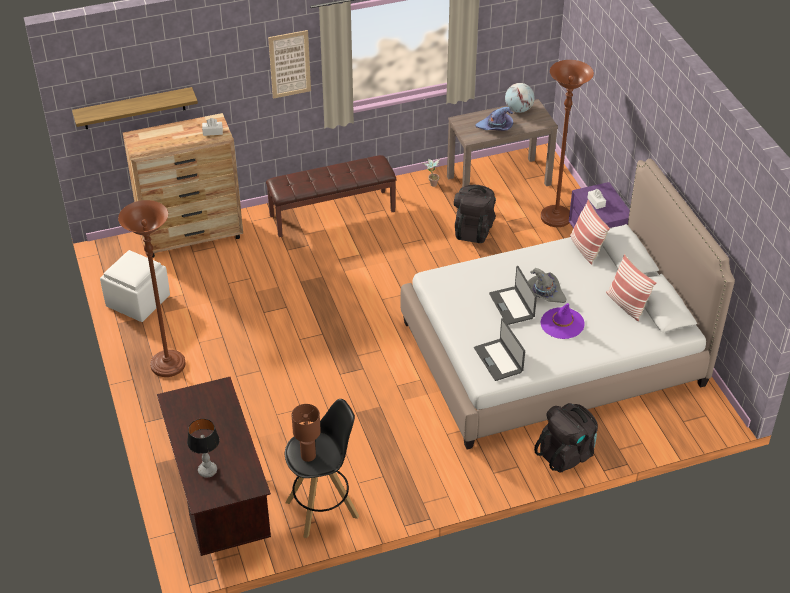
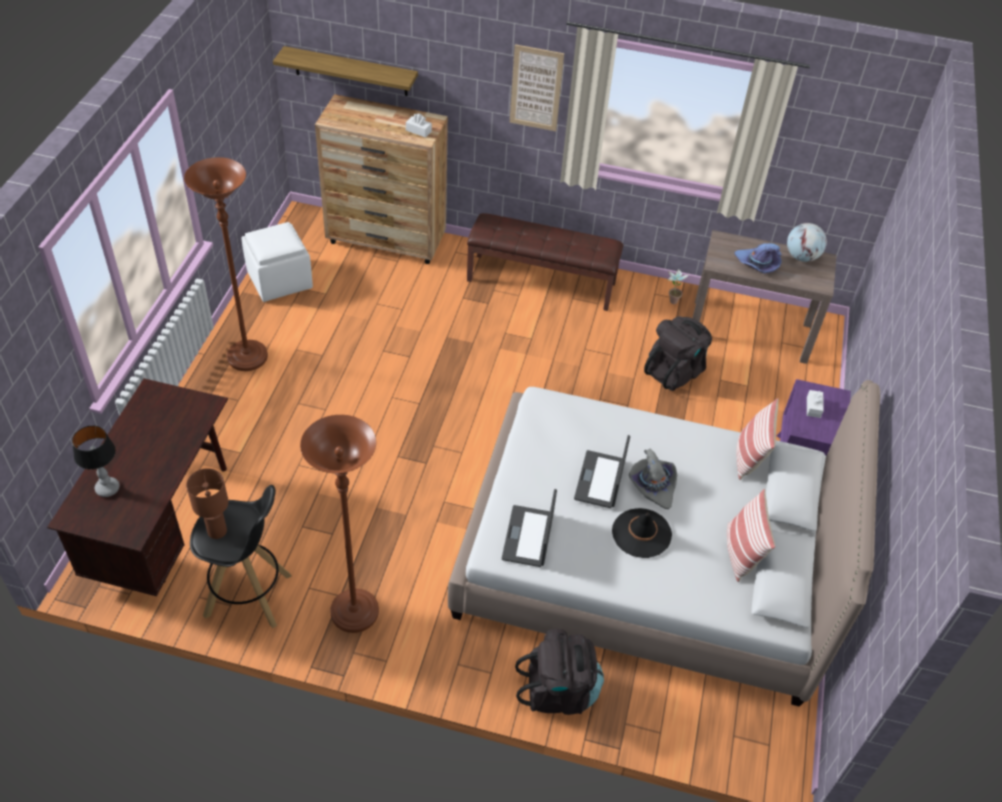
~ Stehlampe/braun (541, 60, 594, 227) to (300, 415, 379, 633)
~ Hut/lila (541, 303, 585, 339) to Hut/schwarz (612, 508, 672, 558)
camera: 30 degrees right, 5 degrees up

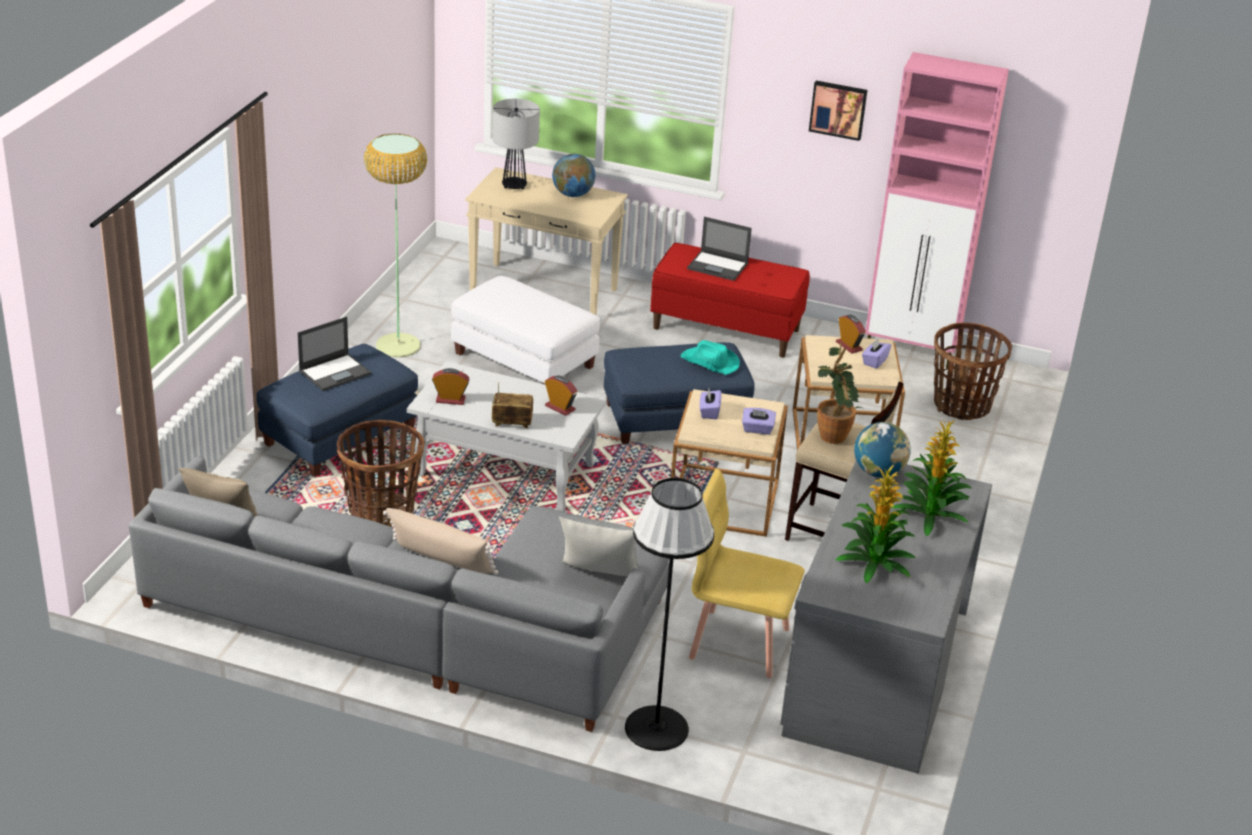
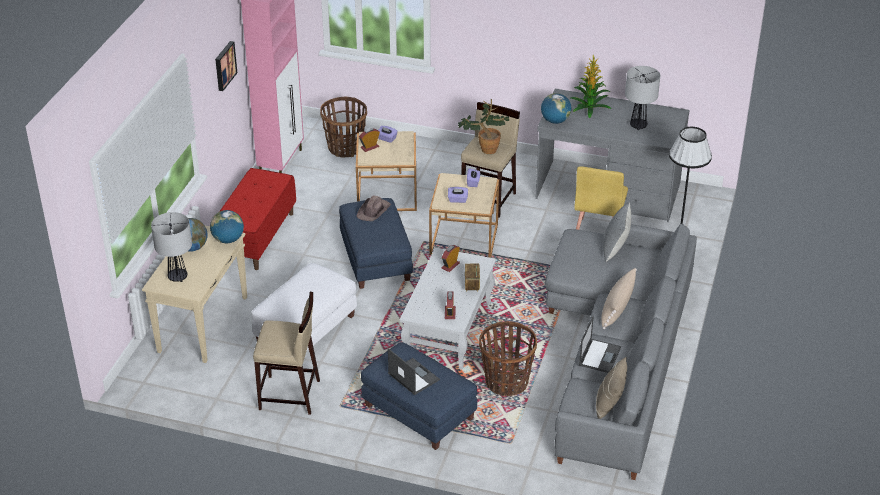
~ Stehlampe (364, 134, 427, 358) to Hocker/beige (253, 292, 320, 415)
~ Laptop (687, 217, 752, 281) to (579, 315, 621, 373)
~ Hut/türkis (681, 340, 740, 375) to Hut/braun (357, 196, 391, 221)
~ Topfpflanze (835, 464, 916, 583) to Tischlampe (625, 66, 660, 130)
+ Globus (210, 210, 244, 243)
camera: 90 degrees left, 5 degrees up

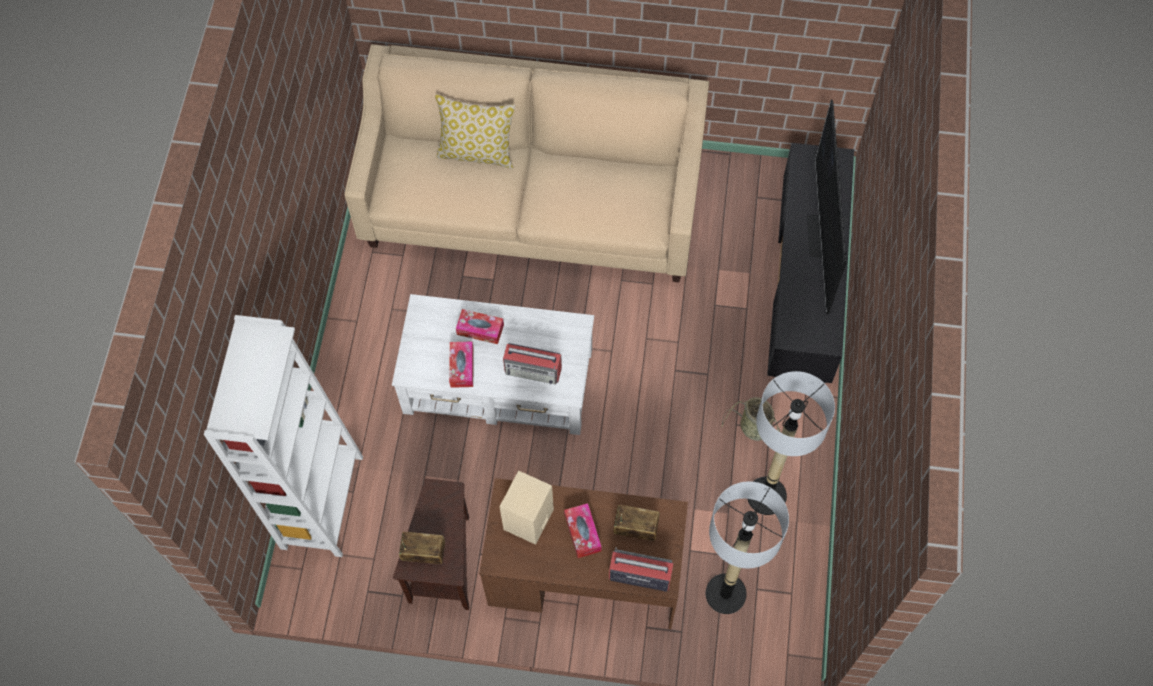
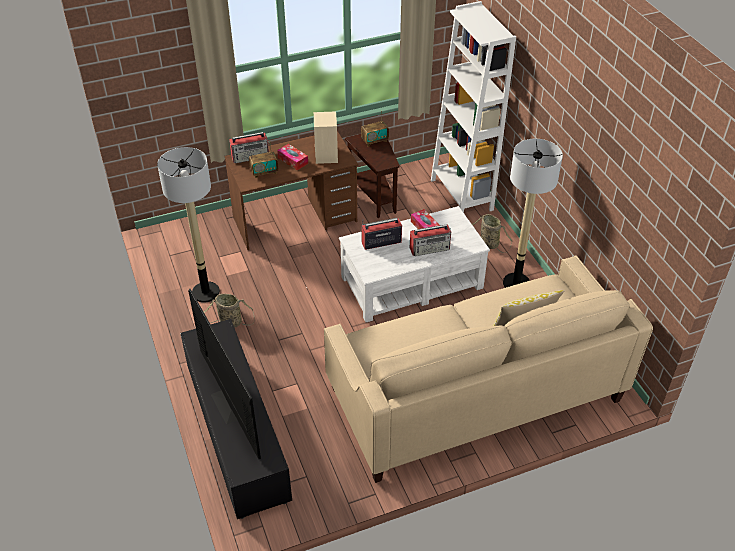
~ Taschentuchbox (456, 309, 504, 344) to Radio (410, 224, 451, 256)
~ Stehlampe (706, 481, 789, 614) to (503, 139, 563, 288)
+ Korb (472, 214, 513, 253)
camera: 150 degrees right, 20 degrees down

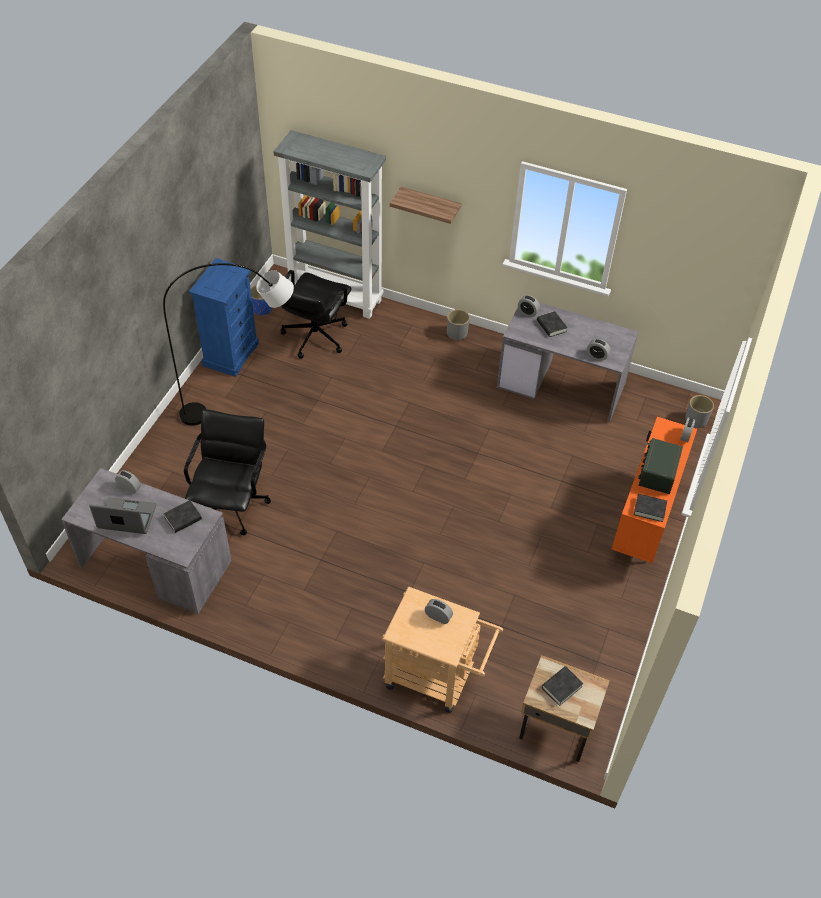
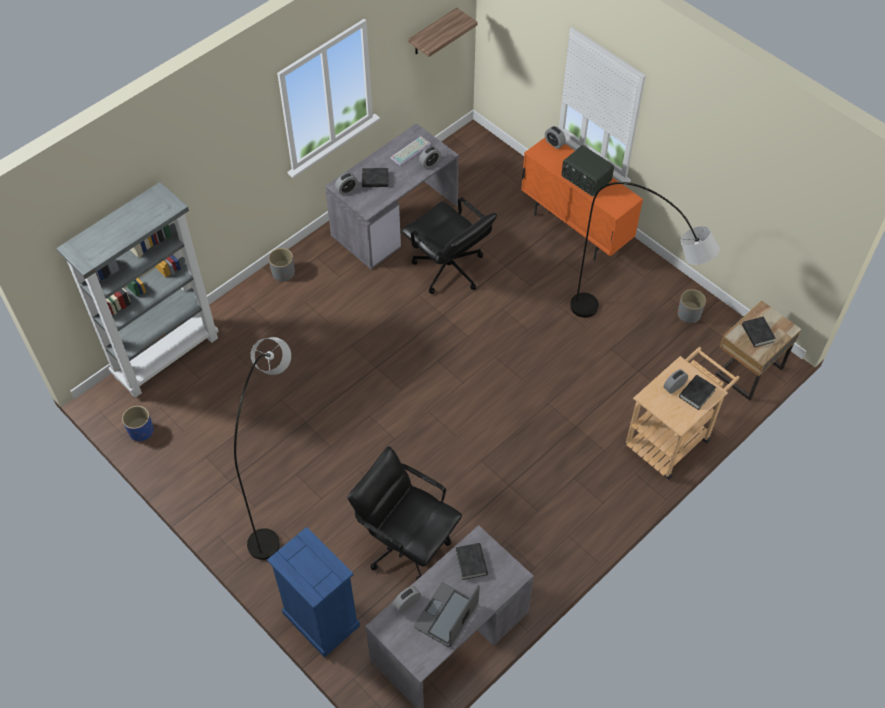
~ Wandregal (390, 187, 461, 224) to (408, 8, 478, 57)
~ Kommode/blau (189, 258, 259, 377) to (267, 527, 360, 658)
~ Bürostuhl/schwarz (281, 270, 352, 359) to (402, 197, 497, 294)
~ Pflanzkübel/grau (685, 395, 714, 428) to (678, 289, 706, 323)
~ Buch/schwarz (634, 494, 667, 522) to (679, 375, 716, 410)
+ Tastatur (391, 136, 431, 166)
+ Stehlampe/grau (570, 182, 720, 318)
camera: 65 degrees left, 5 degrees up

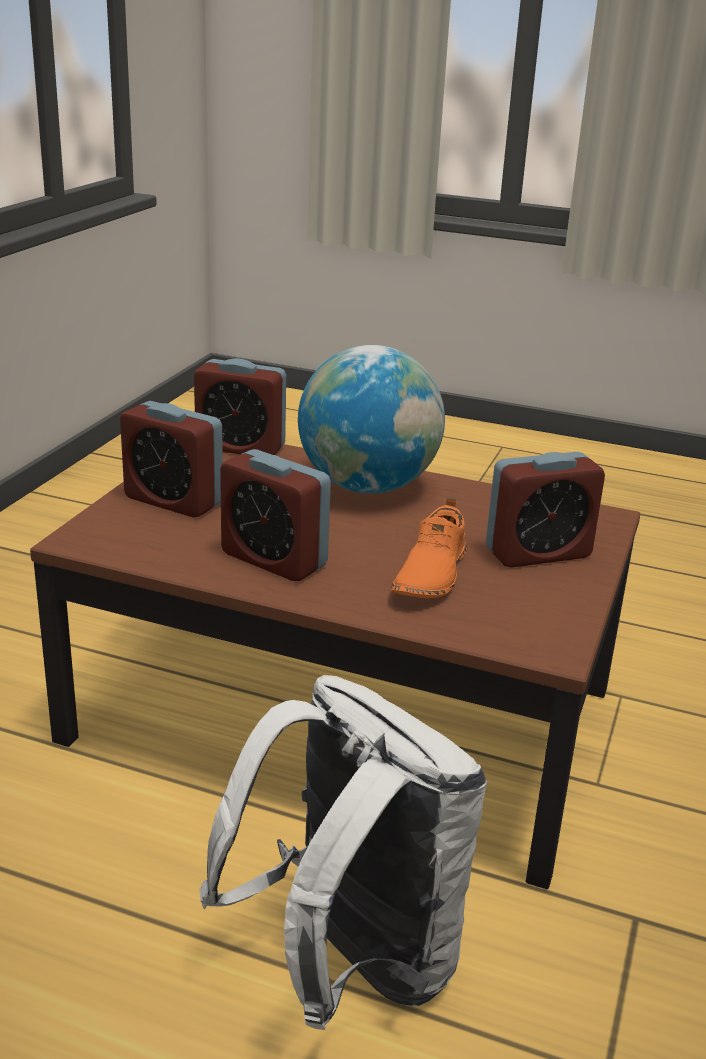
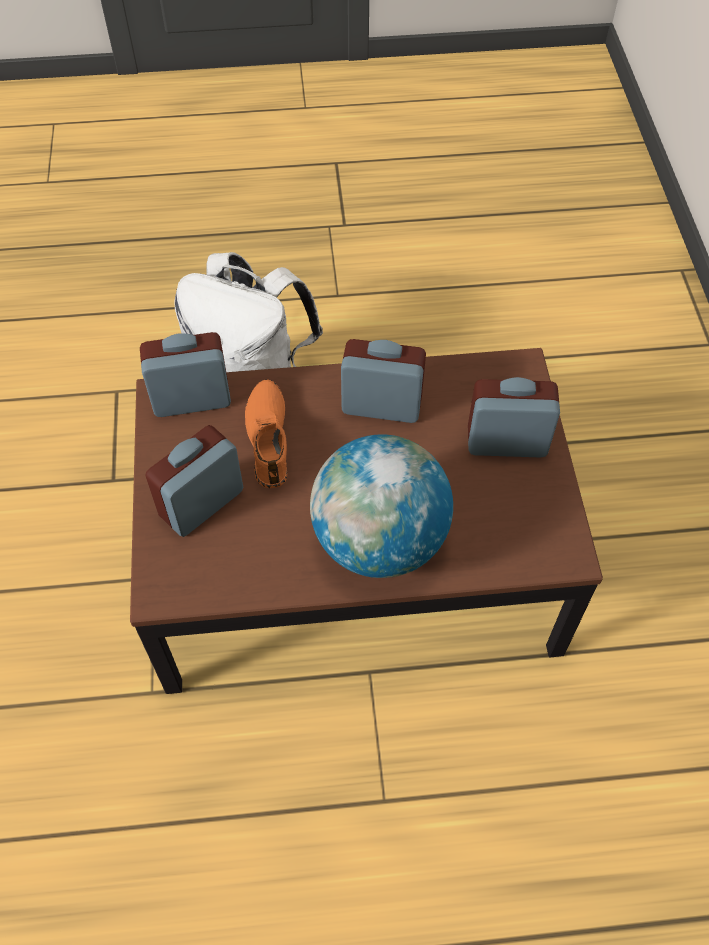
~ Wecker (194, 359, 286, 455) to (140, 332, 231, 417)
camera: 155 degrees right, 30 degrees up

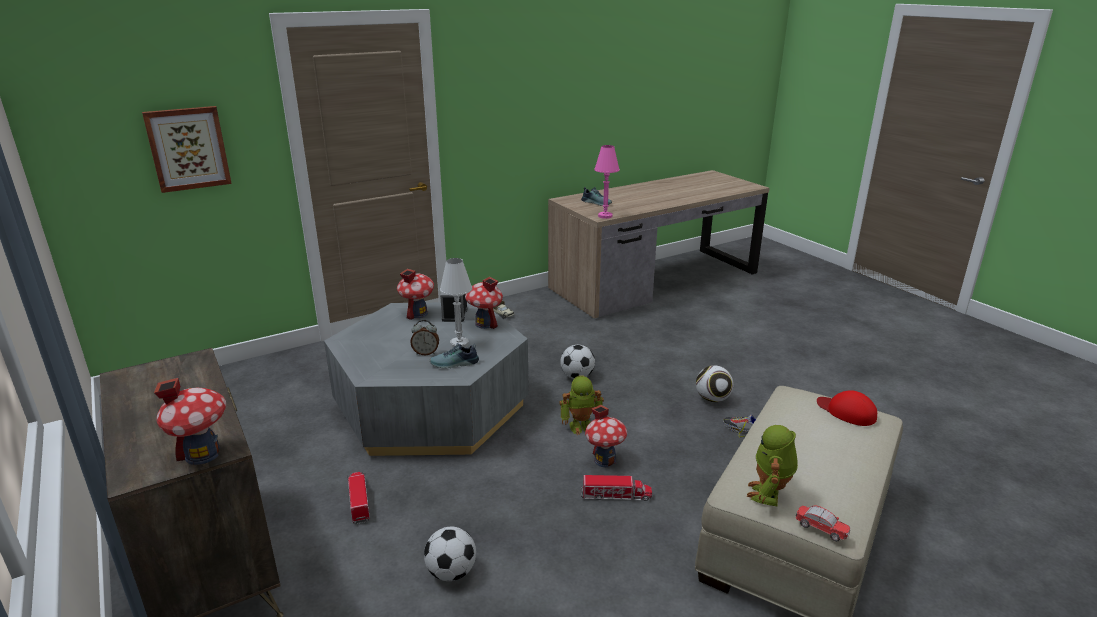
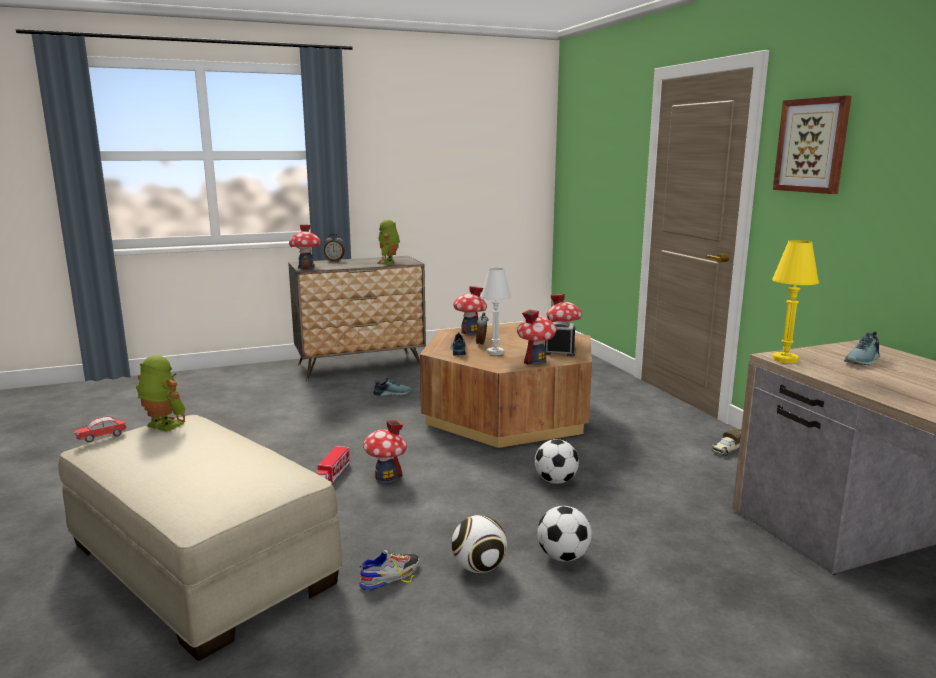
~ Bild (142, 106, 232, 193) to (773, 96, 851, 194)
~ Tischlampe/rosa (594, 145, 620, 219) to Tischlampe/gelb (772, 240, 819, 363)
~ Couchtisch/grau (324, 302, 529, 456) to Couchtisch/braun (420, 322, 592, 448)
~ Spielzeugroboter (559, 376, 604, 435) to (377, 219, 400, 264)
- Kappe/rot (817, 390, 877, 426)
~ Spielzeuglaster (347, 472, 370, 524) to Schuh (373, 377, 411, 396)
~ Fußball (424, 527, 476, 581) to (537, 506, 592, 562)
+ Wecker (324, 234, 345, 261)
+ Spielzeughaus (453, 286, 487, 335)
camera: 100 degrees right, 10 degrees down

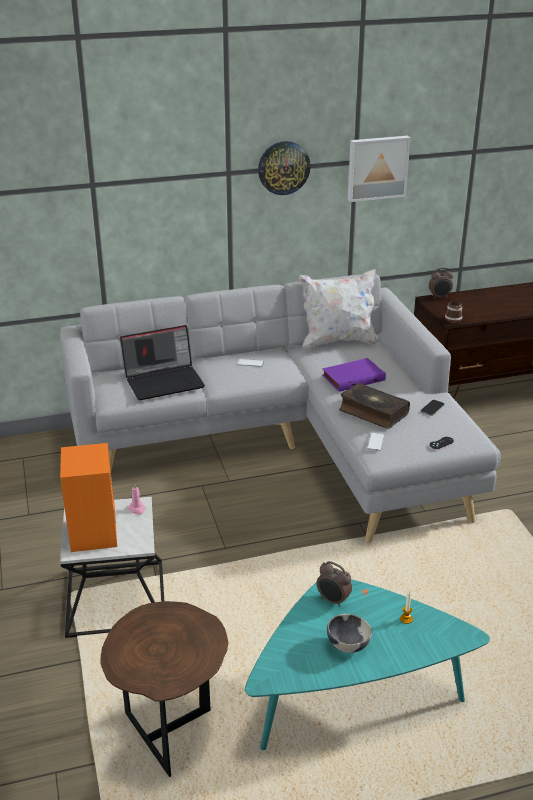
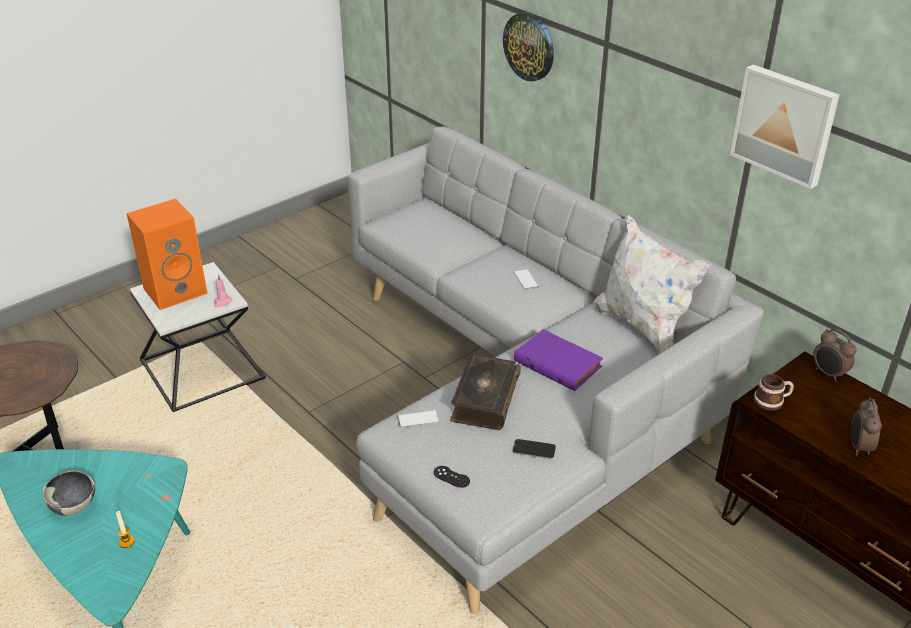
~ Wanduhr (258, 141, 311, 195) to (503, 12, 554, 82)
- Laptop (120, 325, 205, 400)
~ Wecker (316, 561, 352, 607) to (851, 398, 882, 455)
camera: 65 degrees right, 5 degrees up

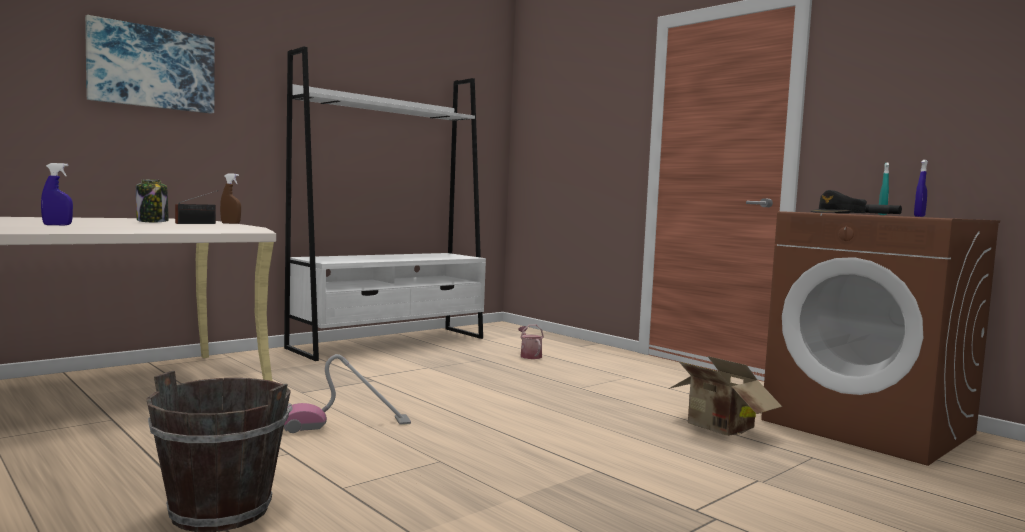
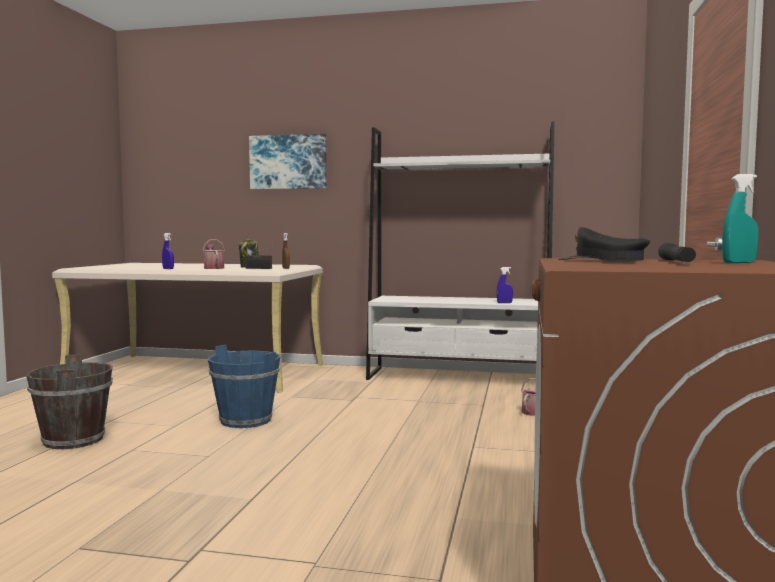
~ Sprühflasche/blau (914, 160, 928, 217) to (497, 267, 513, 303)
~ Staubsauger (284, 354, 411, 433) to Eimer/blau (208, 345, 280, 428)
- Karton (669, 356, 783, 436)
+ Gießkanne (203, 239, 225, 269)
camera: 55 degrees right, 0 degrees up

